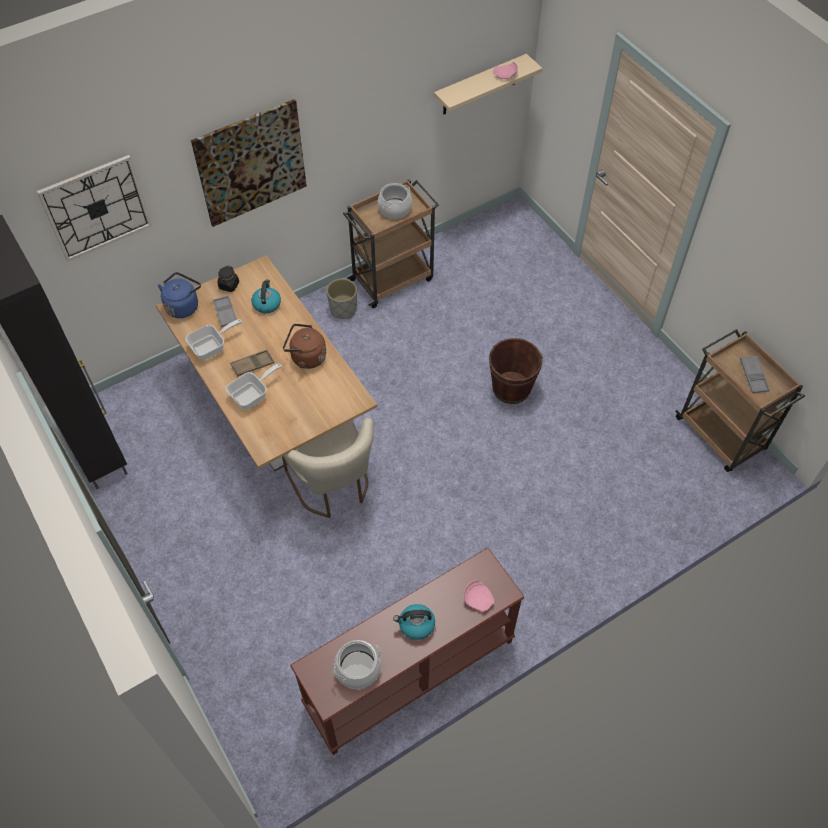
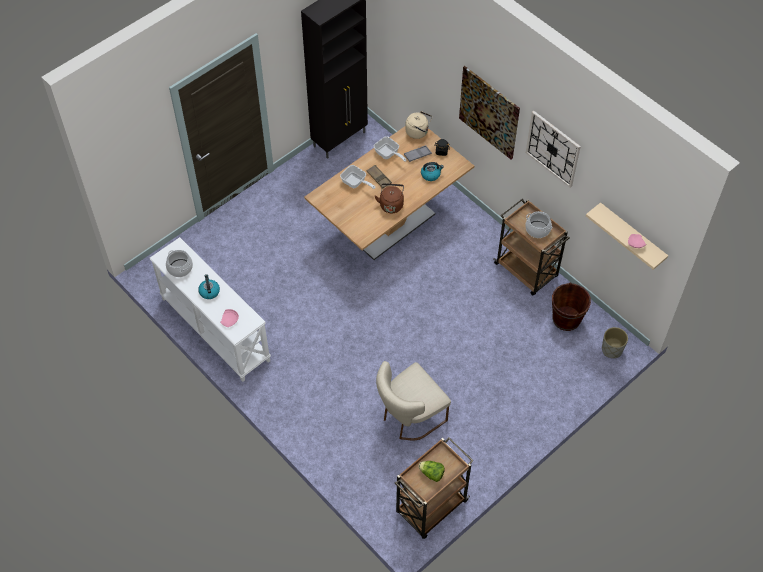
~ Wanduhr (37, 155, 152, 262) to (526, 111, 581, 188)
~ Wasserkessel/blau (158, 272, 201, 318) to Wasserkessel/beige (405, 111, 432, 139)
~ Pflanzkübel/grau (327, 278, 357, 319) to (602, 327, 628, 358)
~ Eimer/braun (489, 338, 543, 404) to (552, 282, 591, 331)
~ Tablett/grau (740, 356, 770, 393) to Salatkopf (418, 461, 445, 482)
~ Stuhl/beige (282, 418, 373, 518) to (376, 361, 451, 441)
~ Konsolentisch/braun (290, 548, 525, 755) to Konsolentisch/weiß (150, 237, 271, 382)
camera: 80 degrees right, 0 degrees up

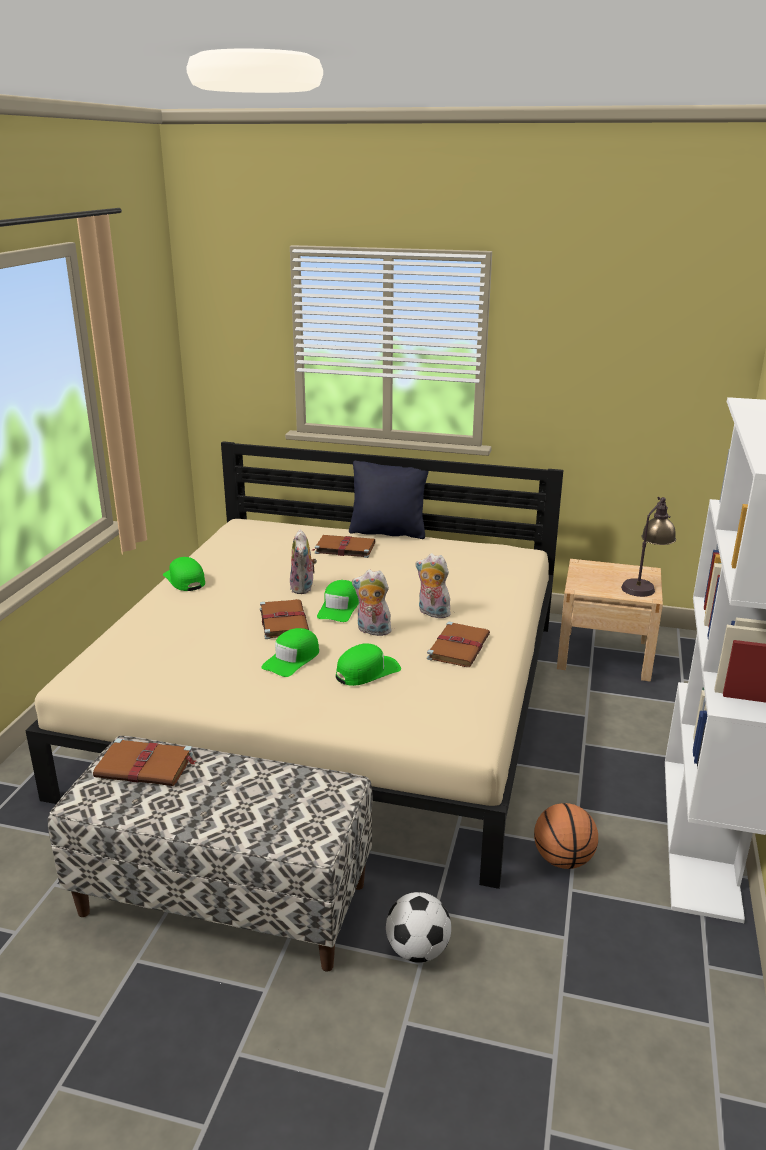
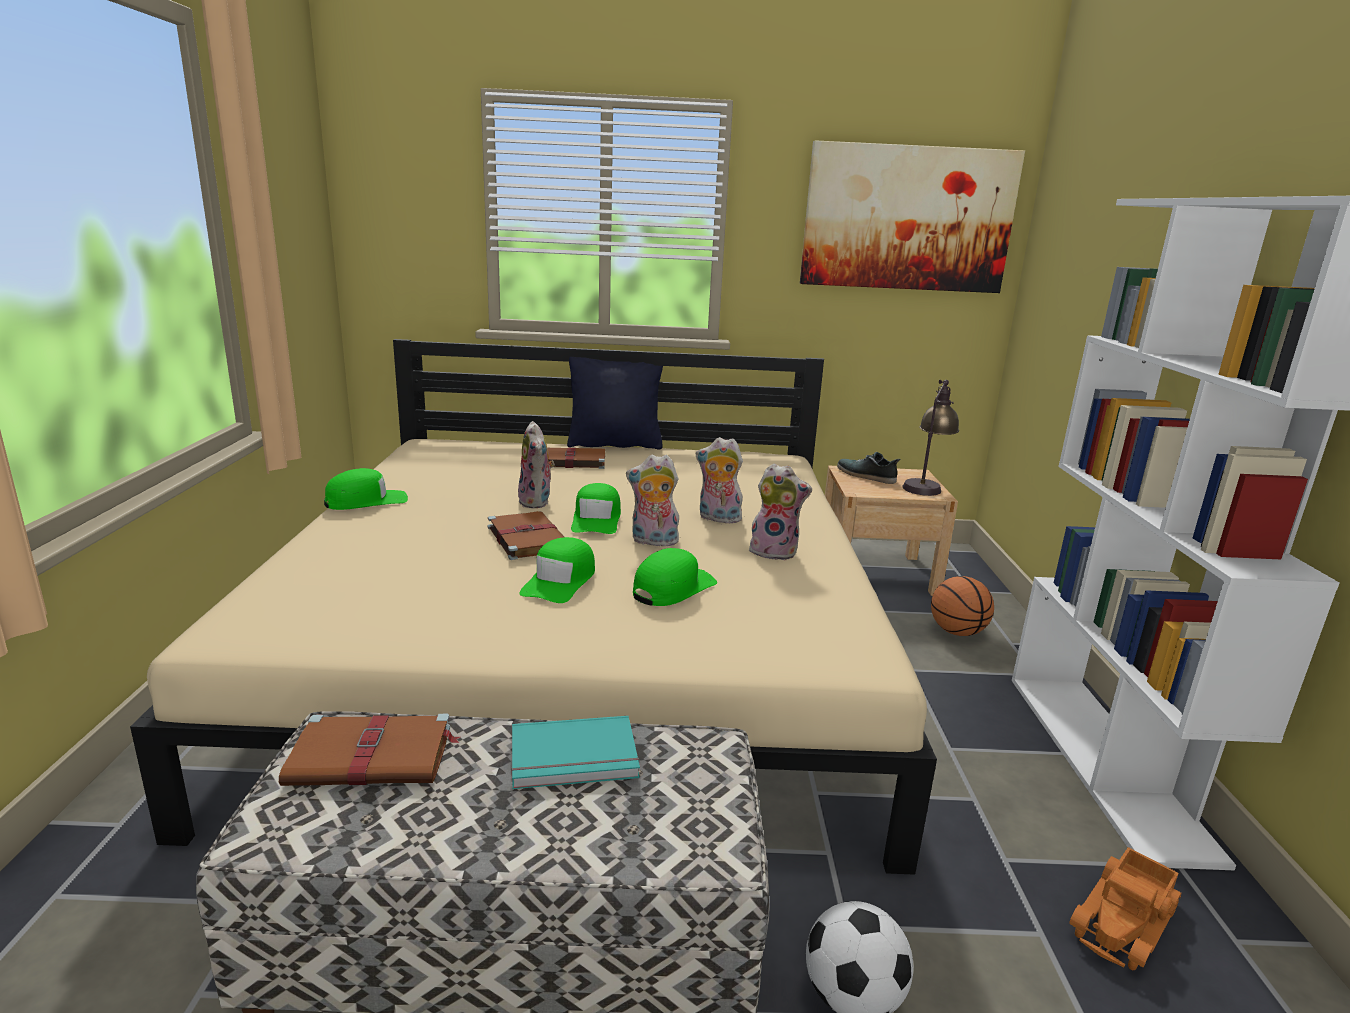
~ Kappe/grün (163, 557, 205, 591) = (324, 468, 408, 510) 105 degrees clockwise
~ Buch/braun (427, 622, 490, 667) to Plüschtier (749, 463, 812, 560)
~ Basketball (534, 803, 598, 869) to (931, 576, 994, 636)
+ Bild (800, 140, 1025, 293)
+ Schuh (837, 452, 900, 484)
+ Buch/türkis (511, 716, 640, 789)
+ Spielzeuglaster (1069, 847, 1181, 970)
camera: 15 degrees left, 5 degrees down

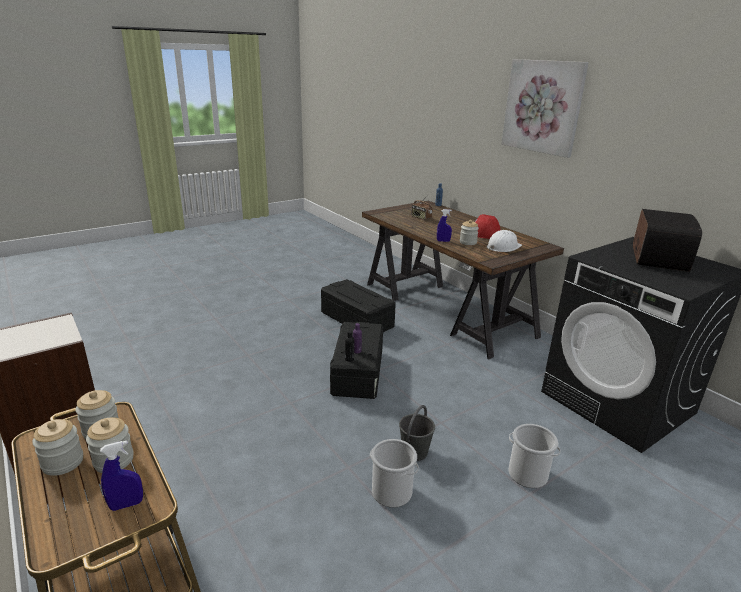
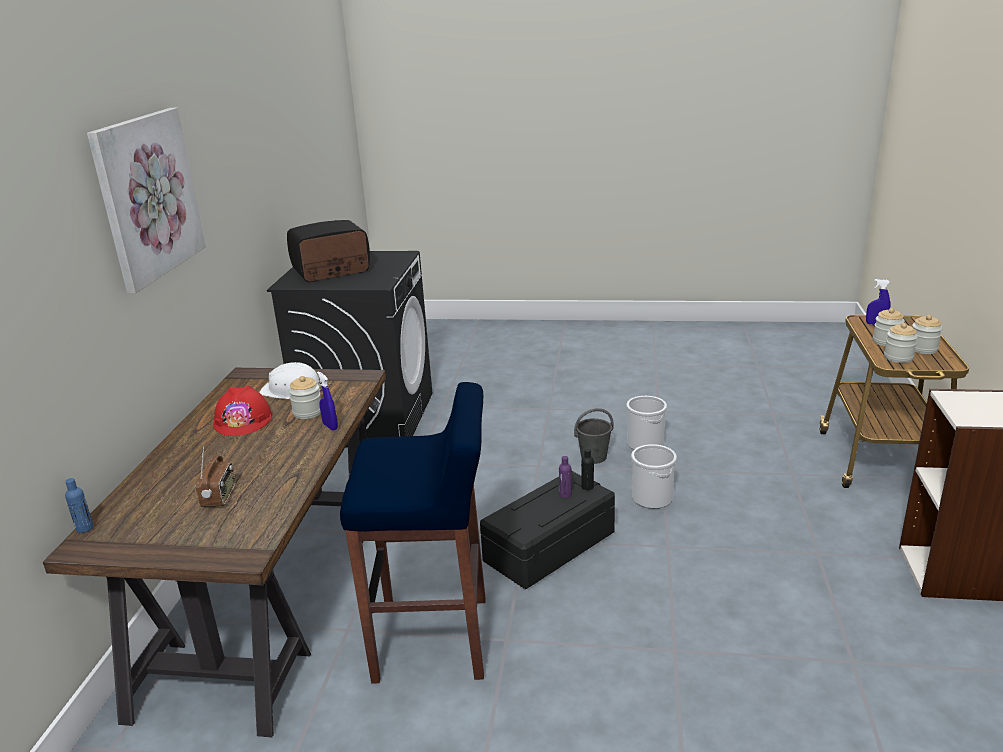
~ Aufbewahrungsbox/schwarz (321, 279, 396, 332) to Hocker/blau (340, 382, 486, 684)
~ Eimer (509, 424, 560, 488) to (631, 444, 677, 509)
camera: 135 degrees left, 0 degrees up

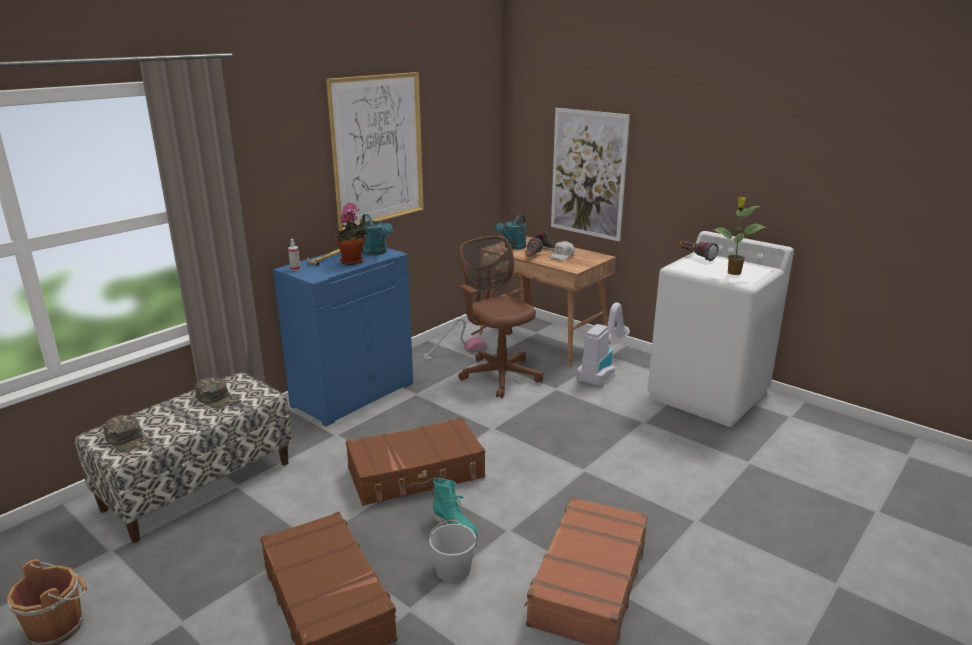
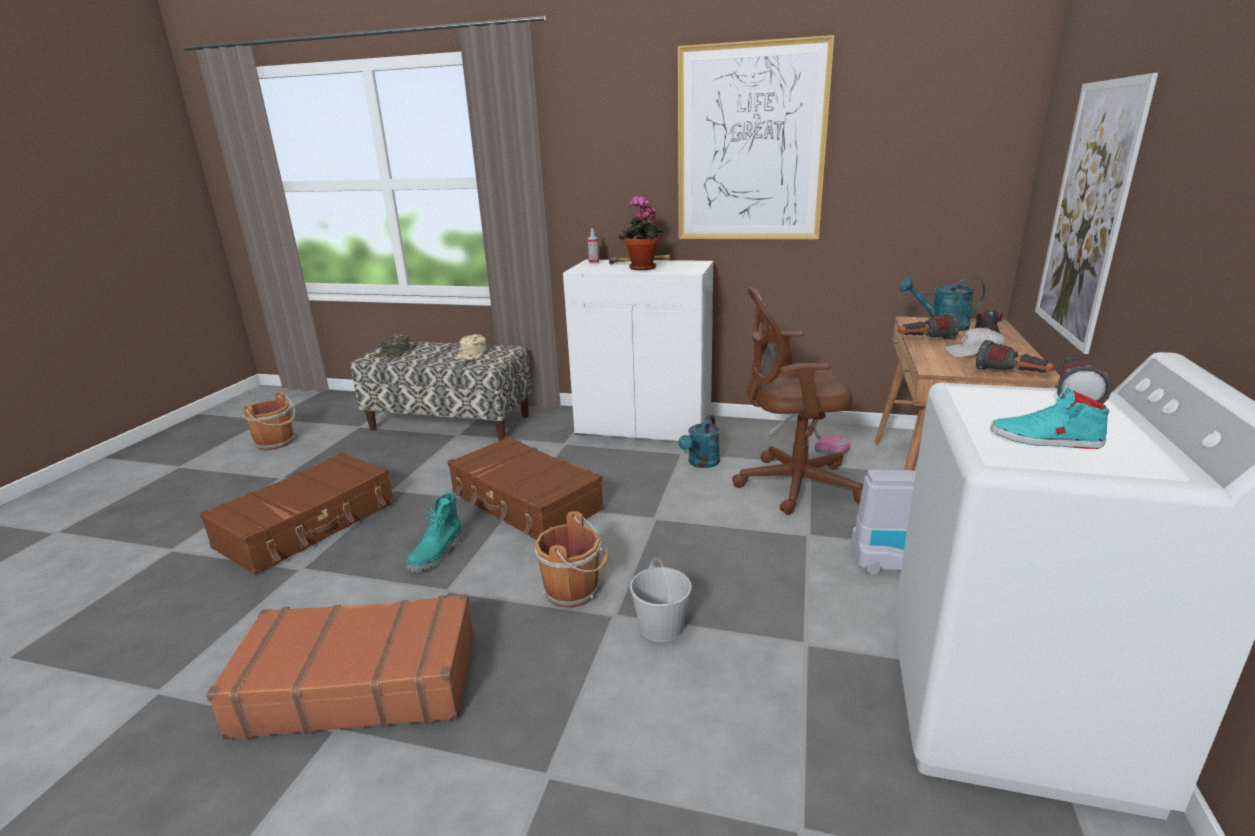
~ Topfpflanze (714, 196, 765, 275) to Schuh/türkis (990, 388, 1109, 449)
~ Gießkanne/türkis (361, 214, 393, 255) to (678, 415, 720, 468)
~ Bürostuhl/braun (456, 235, 543, 398) = (732, 287, 863, 515) 120 degrees counterclockwise
~ Schrank/blau (273, 248, 413, 426) to Schrank/weiß (563, 259, 713, 441)
~ Kappe/grün (195, 377, 239, 409) to Kappe/beige (454, 334, 487, 360)
~ Eimer/weiß (429, 520, 476, 582) to (630, 558, 692, 642)
+ Taschenlampe (976, 340, 1055, 373)
+ Eimer/braun (535, 511, 609, 608)
camera: 65 degrees right, 0 degrees up

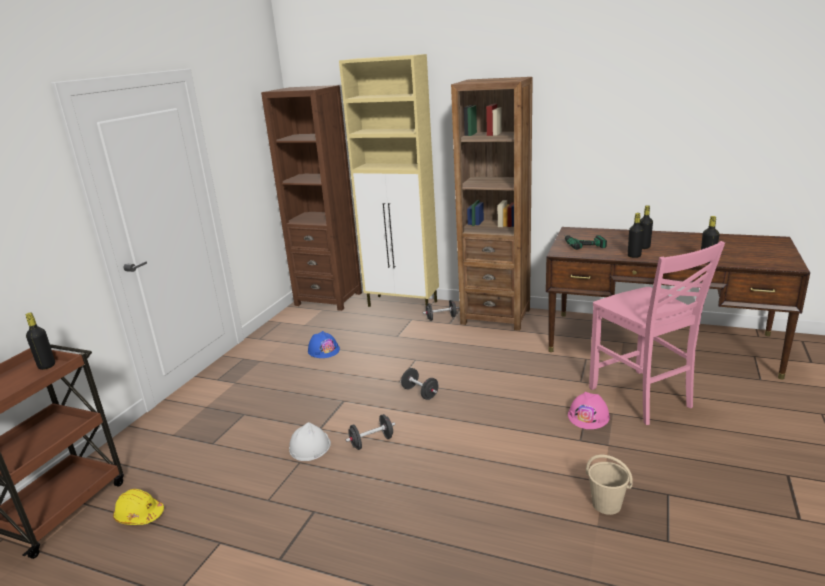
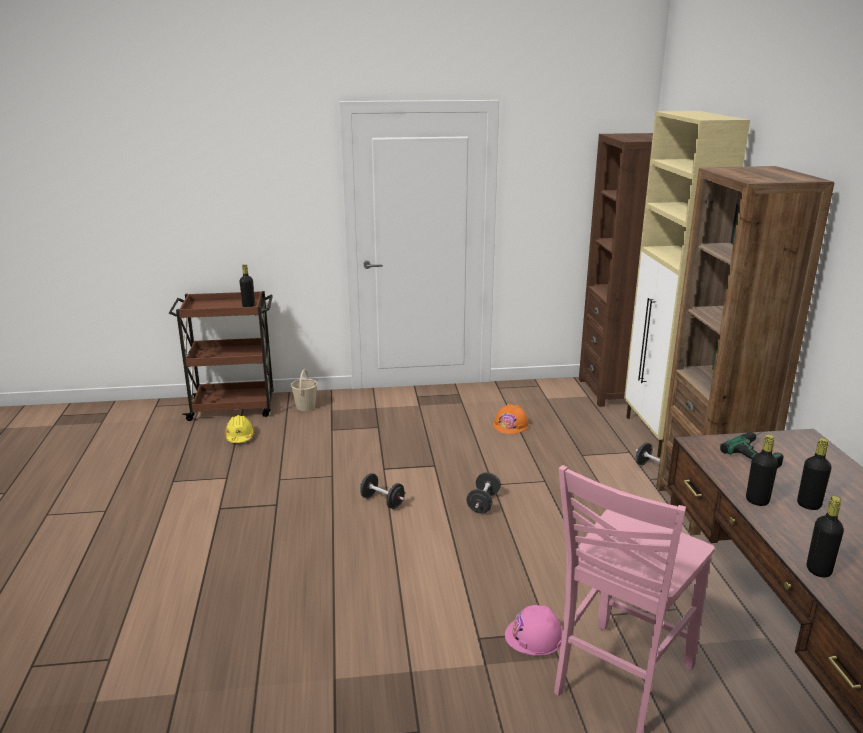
~ Schutzhelm/blau (308, 331, 340, 358) to Schutzhelm/orange (493, 404, 528, 434)
- Schutzhelm/weiß (289, 422, 331, 461)
~ Eimer/beige (586, 455, 633, 515) to (291, 369, 318, 411)
camera: 60 degrees right, 0 degrees up

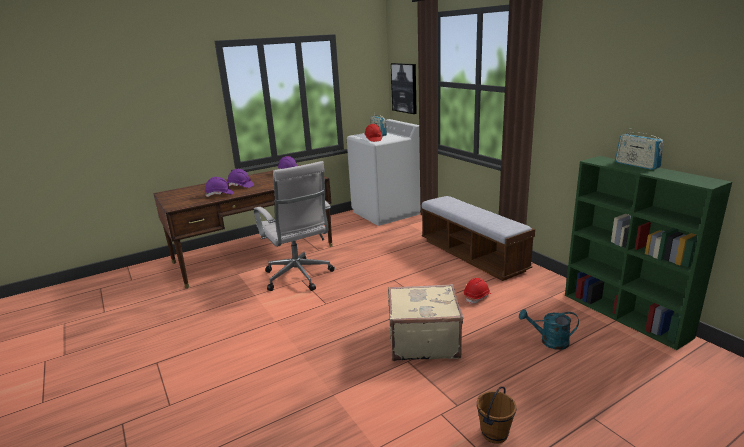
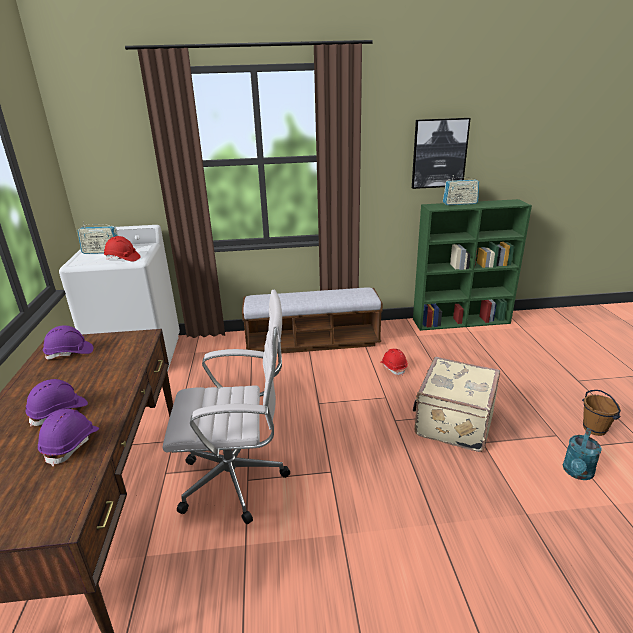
~ Bild (391, 63, 417, 114) to (412, 118, 471, 189)
~ Gießkanne/türkis (519, 309, 579, 350) to (563, 428, 602, 480)
camera: 65 degrees left, 5 degrees up

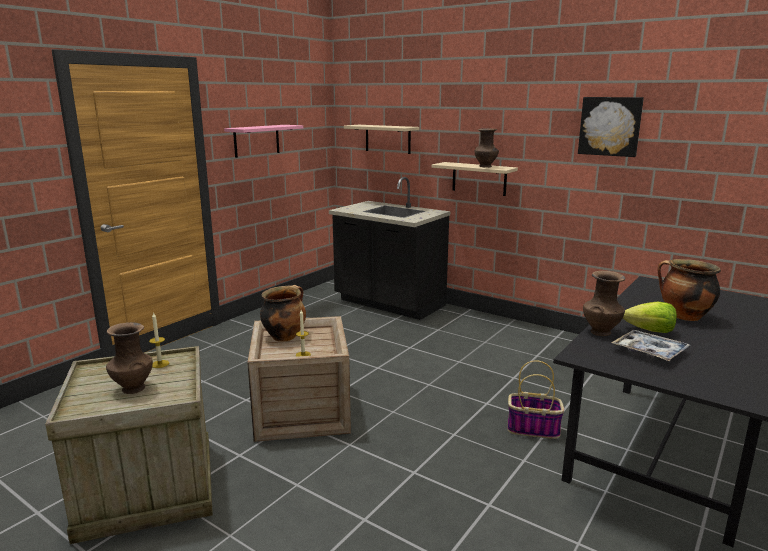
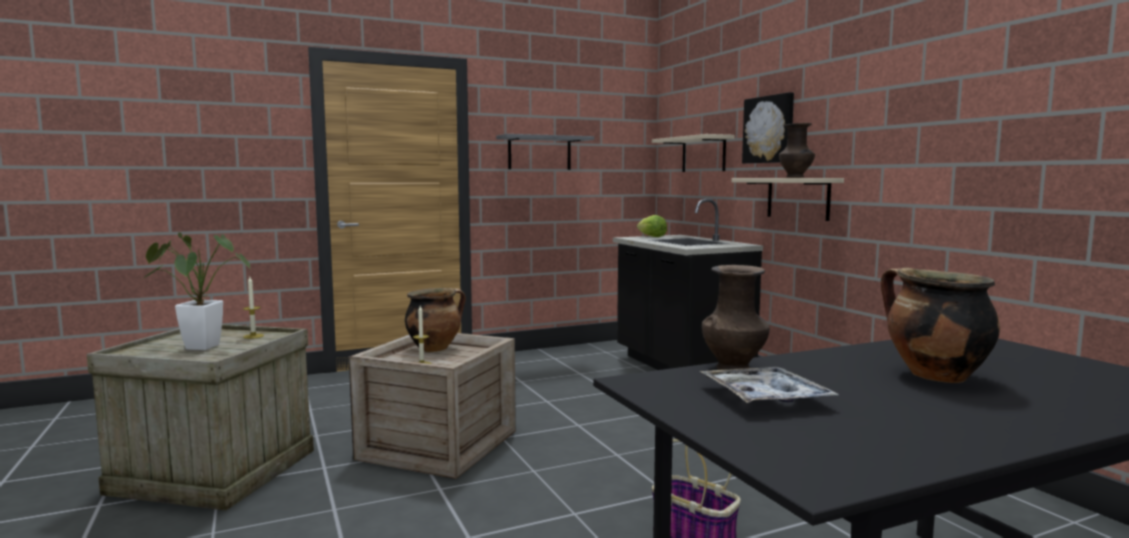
~ Bild (578, 97, 644, 157) to (742, 92, 794, 164)
~ Wandregal/rosa (224, 125, 303, 158) to Wandregal/grau (496, 134, 594, 170)
~ Salatkopf (623, 302, 677, 333) to (637, 215, 667, 237)
~ Vase/braun (106, 322, 153, 394) to Topfpflanze (143, 232, 251, 350)
camera: 30 degrees right, 10 degrees down

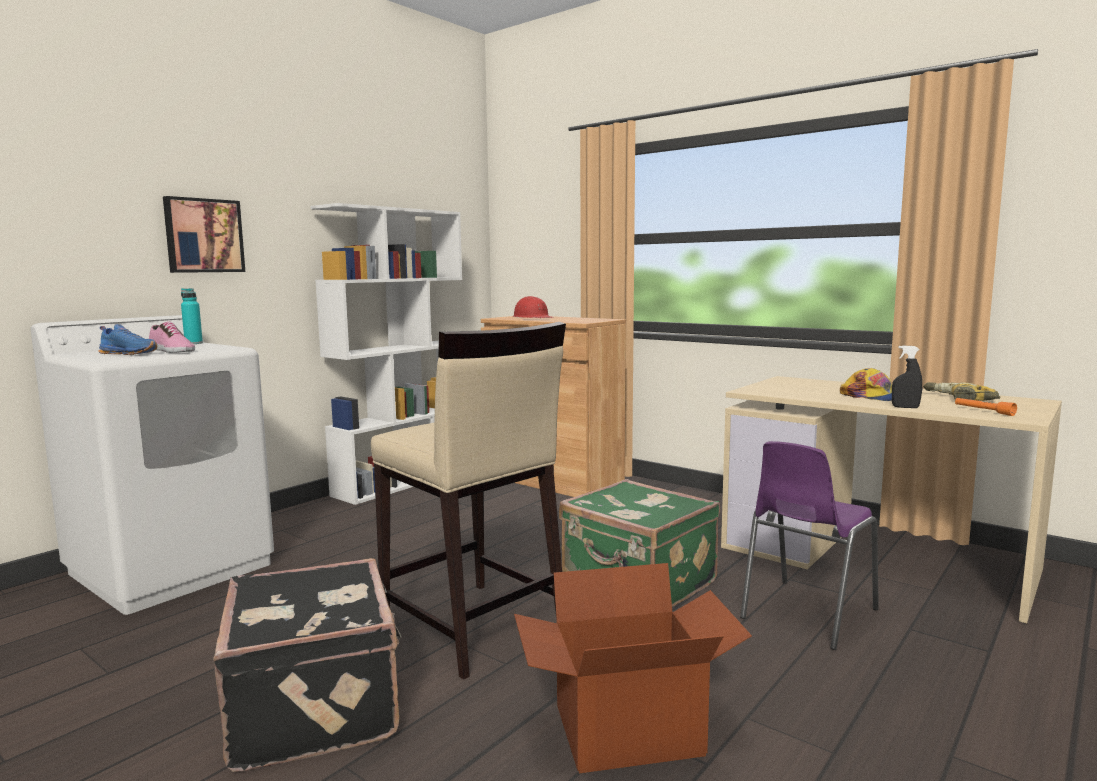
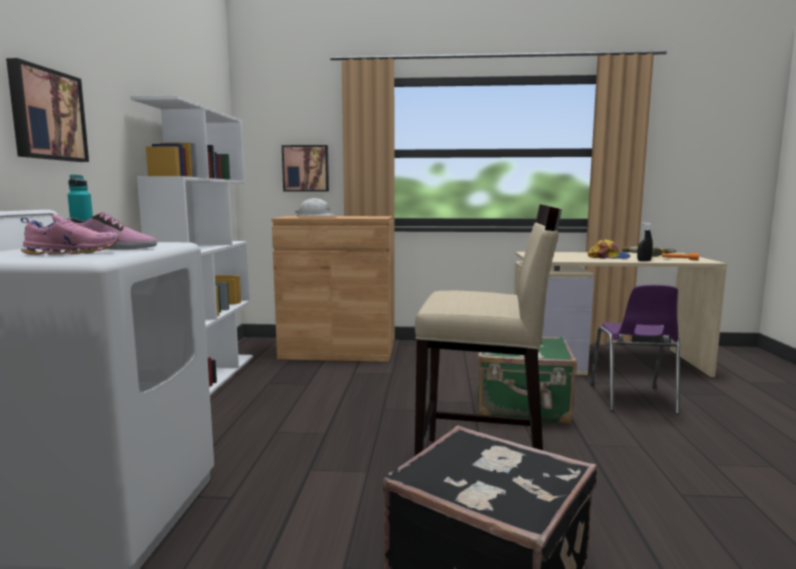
~ Schutzhelm/rot (512, 296, 553, 318) to Schutzhelm/weiß (295, 198, 337, 217)
~ Schuh/blau (98, 324, 157, 355) to Schuh/rosa (21, 214, 119, 255)
- Karton (514, 563, 752, 773)
+ Bild (282, 145, 329, 192)
camera: 35 degrees left, 0 degrees up

